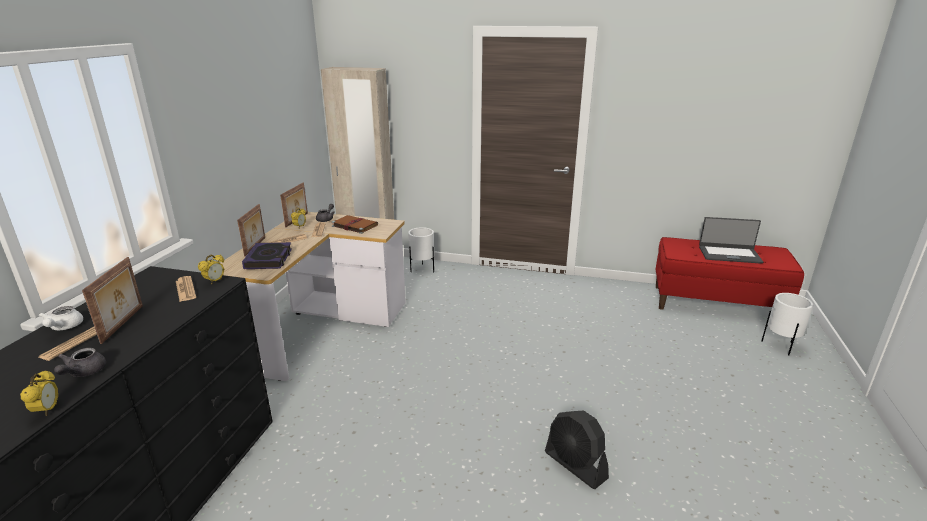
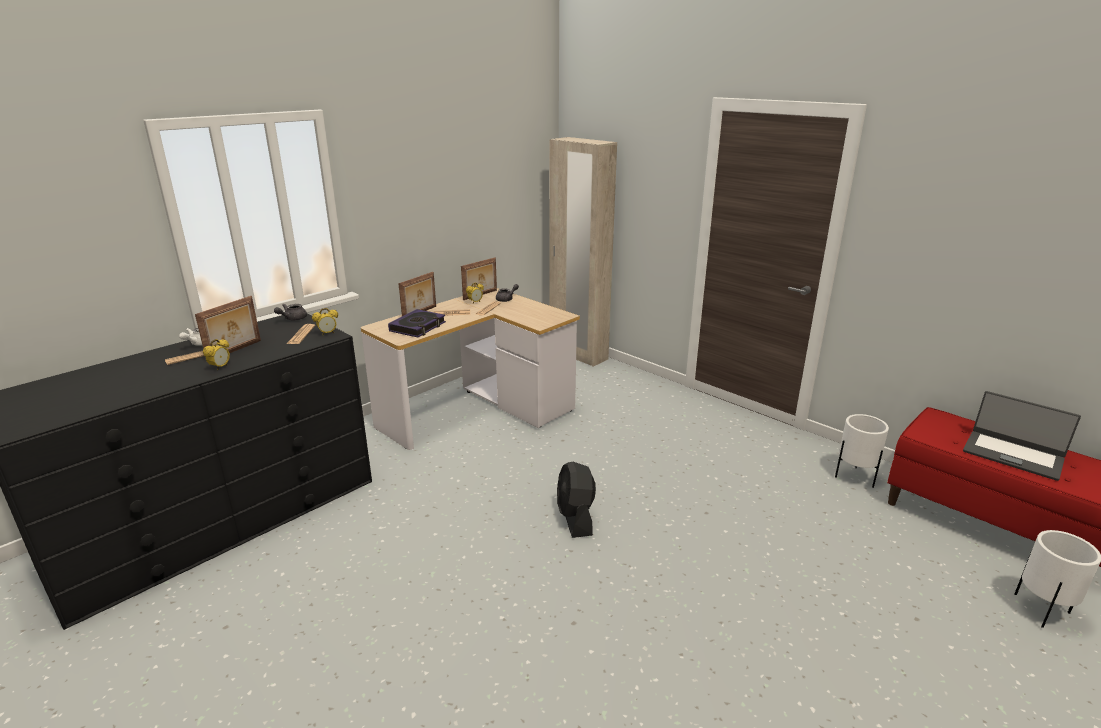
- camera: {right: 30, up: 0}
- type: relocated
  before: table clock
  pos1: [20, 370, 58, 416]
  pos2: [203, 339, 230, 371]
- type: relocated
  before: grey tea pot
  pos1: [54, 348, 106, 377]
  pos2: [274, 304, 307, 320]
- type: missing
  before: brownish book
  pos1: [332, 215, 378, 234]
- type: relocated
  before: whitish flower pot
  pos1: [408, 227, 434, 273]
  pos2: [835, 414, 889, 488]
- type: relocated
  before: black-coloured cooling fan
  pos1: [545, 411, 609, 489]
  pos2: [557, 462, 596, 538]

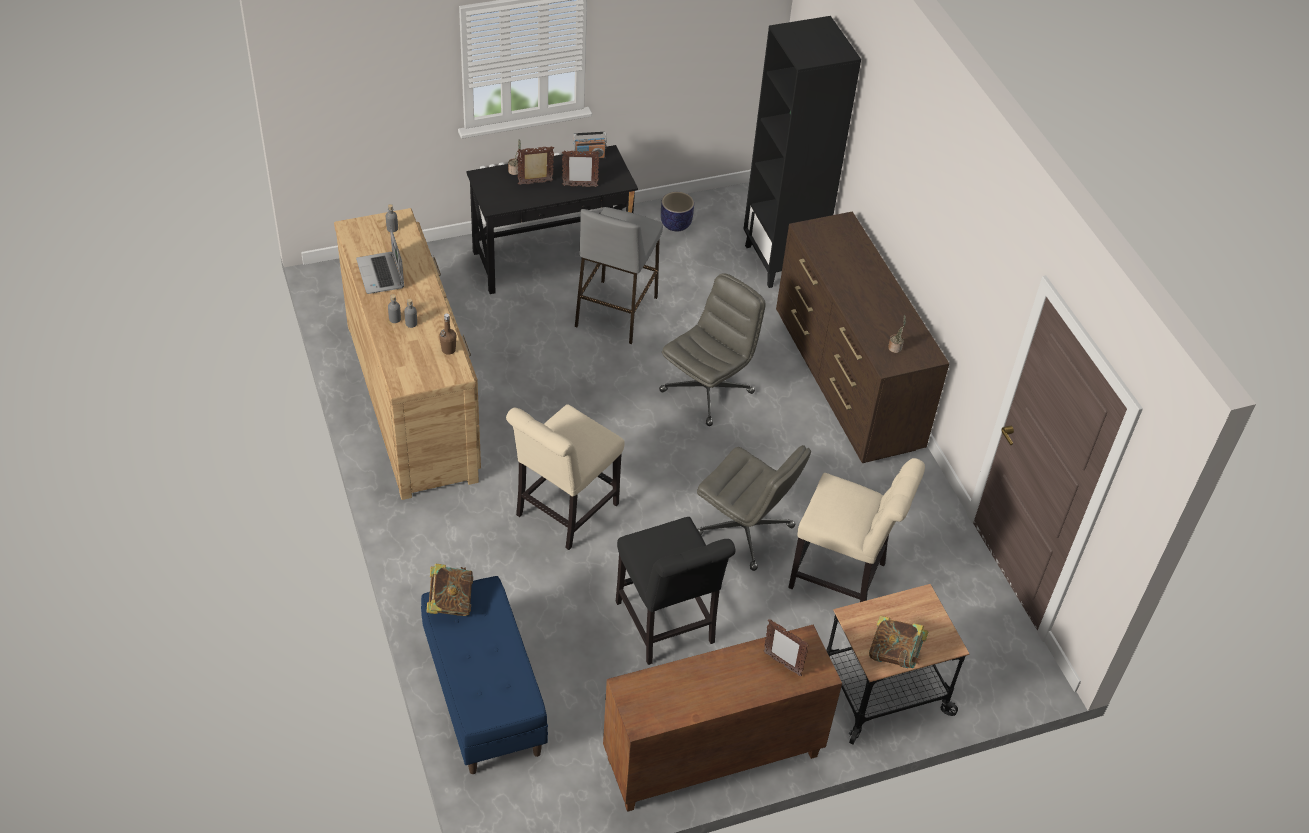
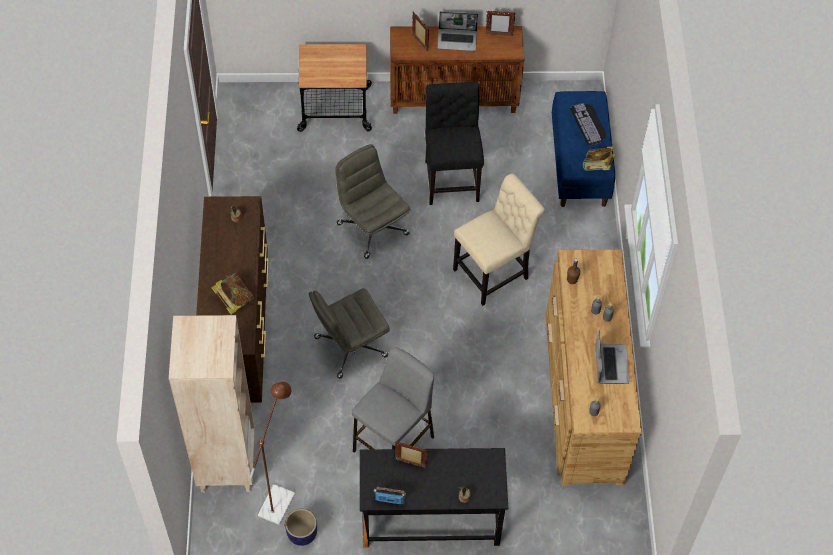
- camera: {right: -160, up: 10}
- type: relocated
  before: standing frame
  pos1: [517, 146, 554, 185]
  pos2: [486, 10, 516, 36]
- type: colour
  before: black-coloured bookshelf
  after: beige bookshelf
  pos1: [743, 16, 861, 288]
  pos2: [169, 315, 255, 493]
- type: missing
  before: beige chair
  pos1: [788, 458, 925, 602]
- type: relocated
  before: book
  pos1: [869, 616, 929, 668]
  pos2: [211, 273, 254, 315]
- type: appeared
  after: brownish floor lamp
  pos2: [250, 382, 295, 525]
- type: appeared
  after: notebook computer
  pos2: [437, 11, 478, 51]
- type: appeared
  after: keyboard
  pos2: [570, 103, 606, 145]

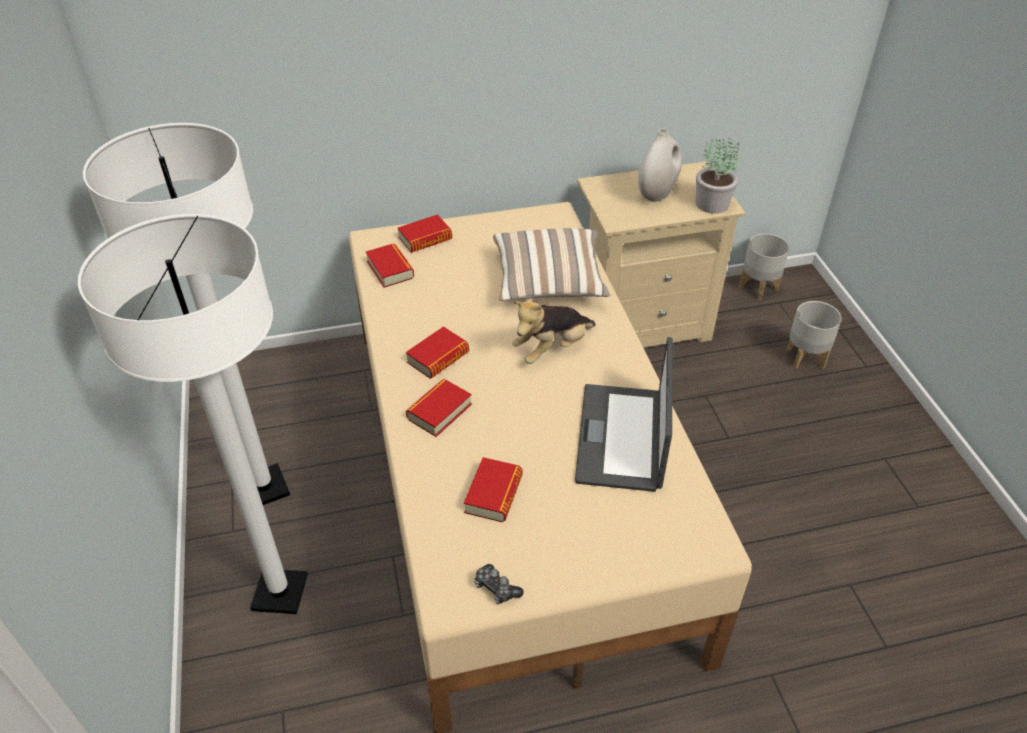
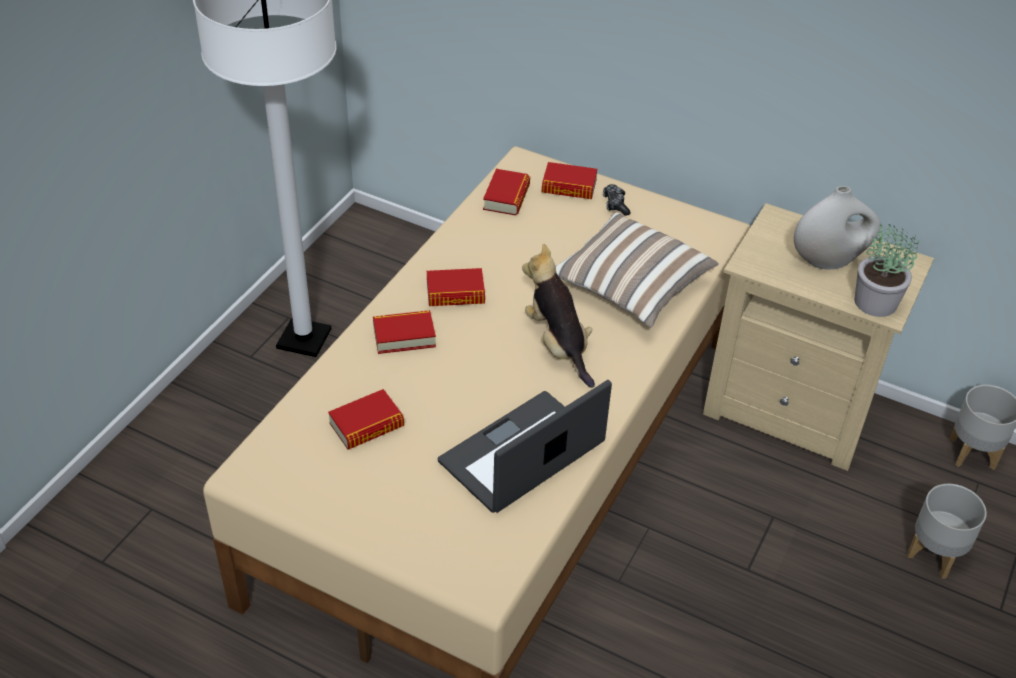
- camera: {right: 40, up: 0}
- type: missing
  before: whitish floor lamp
  pos1: [78, 214, 308, 614]
- type: relocated
  before: joypad
  pos1: [474, 564, 524, 604]
  pos2: [603, 184, 631, 216]
- type: spun
  before: cuddly toy
  pos1: [512, 301, 596, 364]
  pos2: [522, 244, 595, 388]
  turn: 60

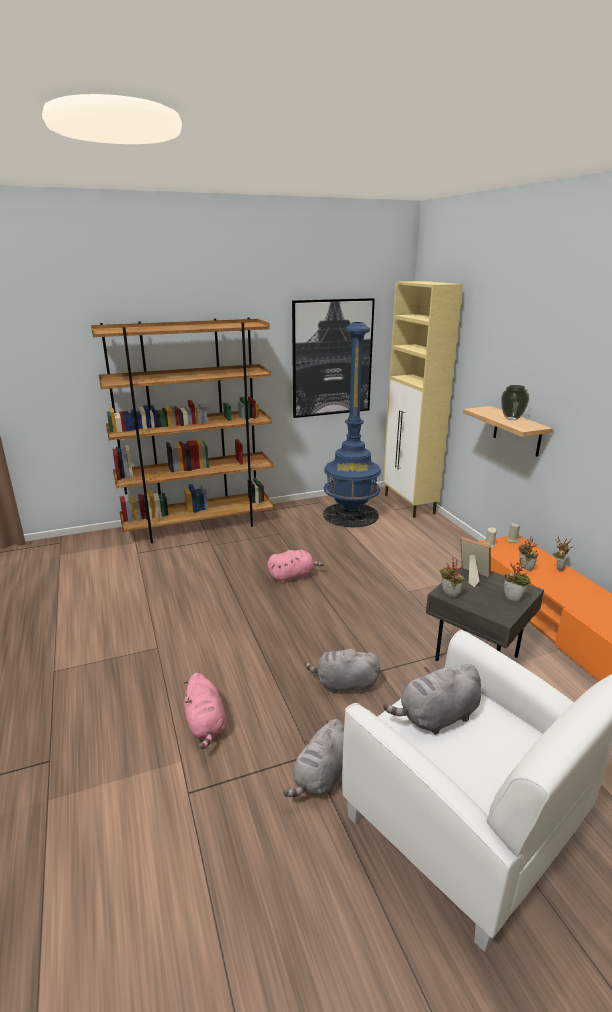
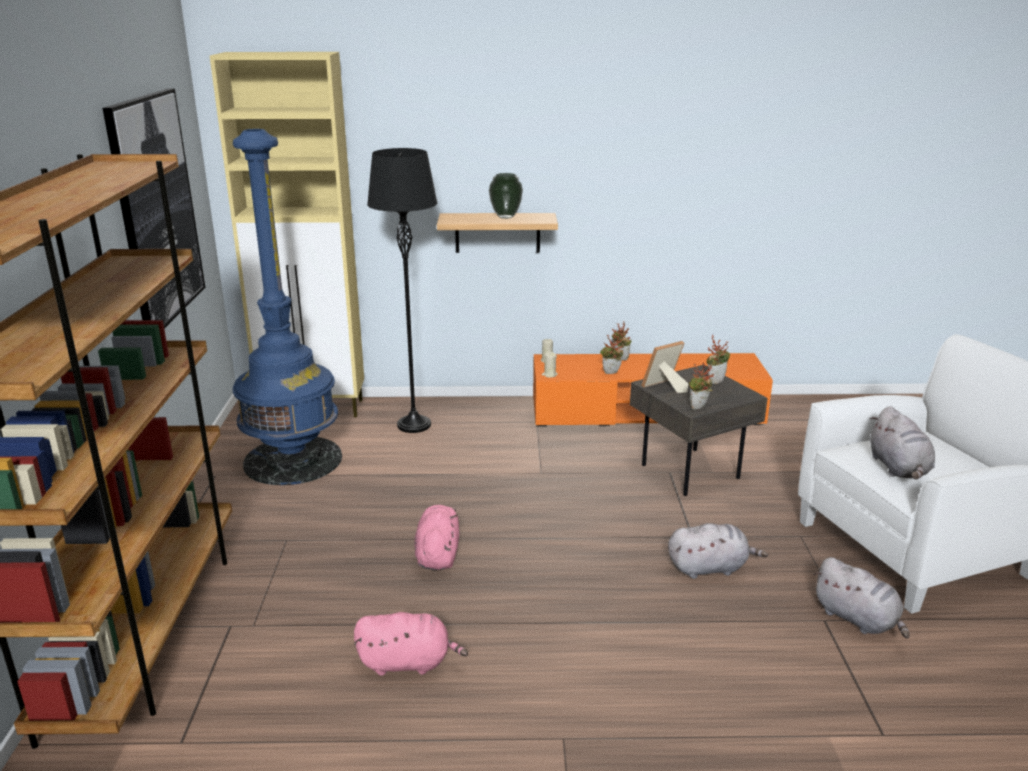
- camera: {right: -70, up: 0}
- type: relocated
  before: pinkish cuddly toy
  pos1: [183, 673, 227, 749]
  pos2: [354, 612, 468, 676]
- type: spun
  before: grey cuddly toy
  pos1: [305, 646, 380, 694]
  pos2: [668, 523, 768, 579]
  turn: -120
- type: appeared
  after: black-coloured floor lamp
  pos2: [367, 148, 437, 433]

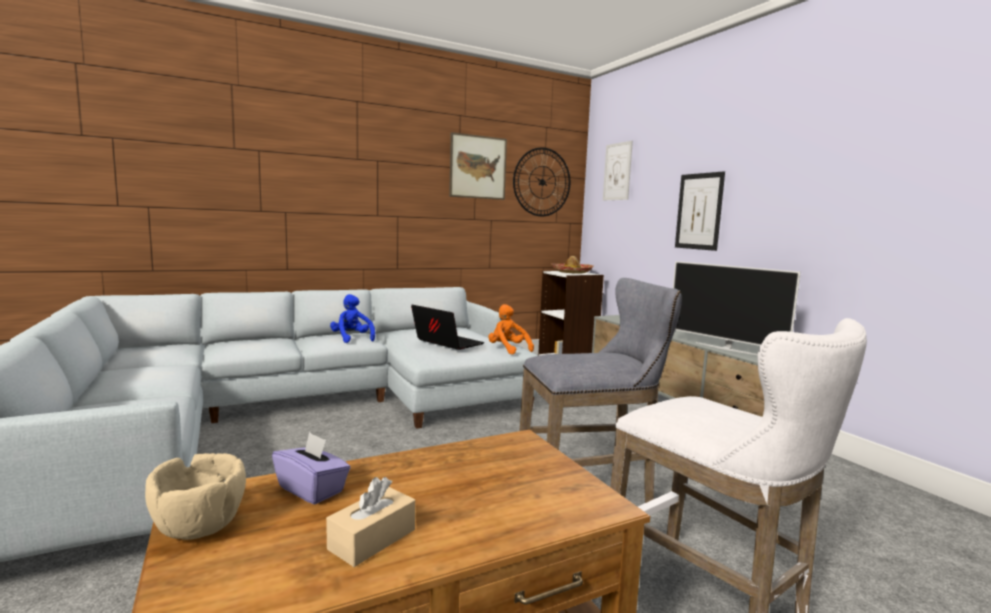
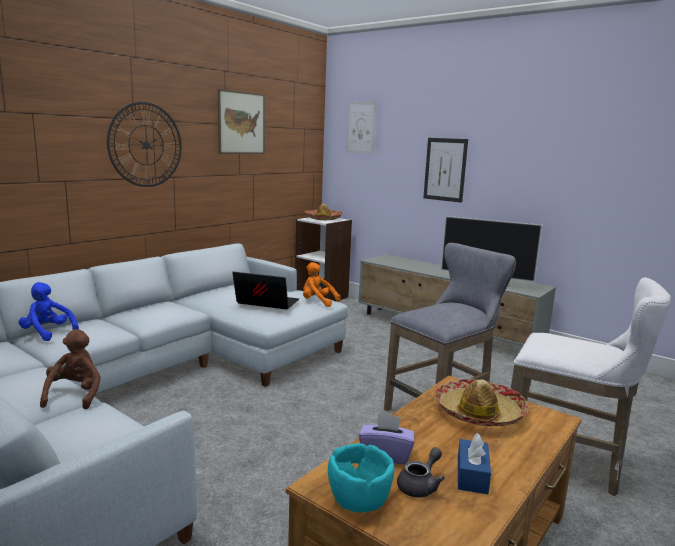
- camera: {right: -25, up: 5}
- type: colour
  before: beige bowl
  after: turquoise bowl
  pos1: [145, 453, 246, 540]
  pos2: [328, 443, 395, 513]
- type: colour
  before: beige box of tissues
  after: blue box of tissues
  pos1: [326, 477, 415, 567]
  pos2: [458, 433, 491, 494]
- type: relocated
  before: blue cuddly toy
  pos1: [330, 294, 375, 343]
  pos2: [18, 282, 79, 341]
- type: relocated
  before: hanging clock
  pos1: [513, 147, 570, 216]
  pos2: [107, 102, 182, 187]
- type: appeared
  after: brownish cuddly toy
  pos2: [40, 329, 101, 409]
- type: appeared
  after: grey tea pot
  pos2: [397, 447, 445, 498]
- type: appeared
  after: hat
  pos2: [435, 379, 528, 426]

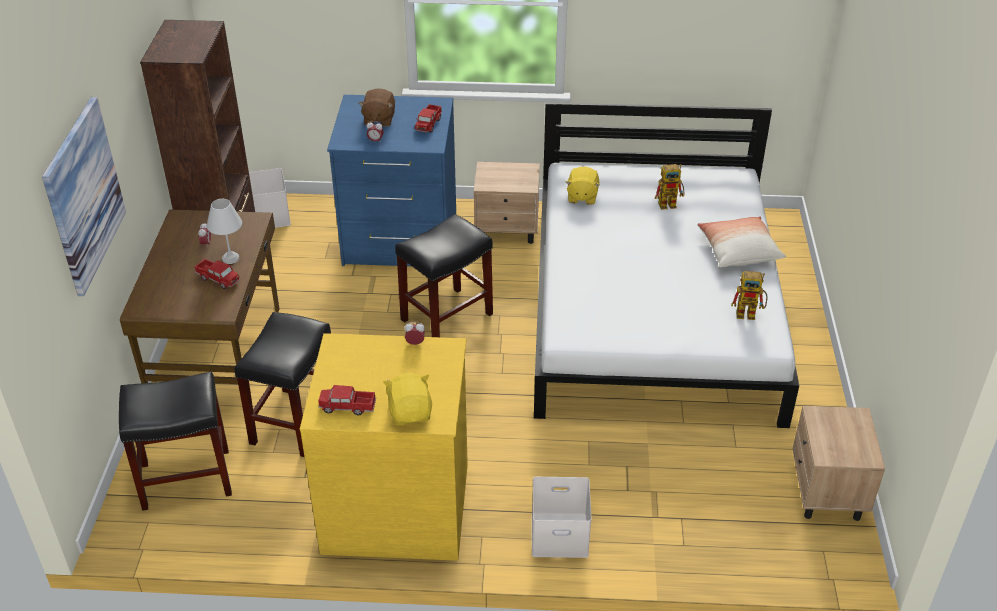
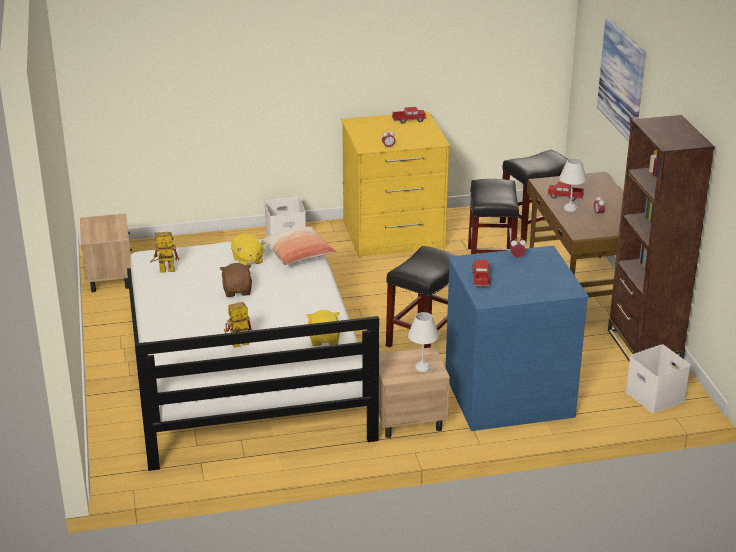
- camera: {right: 165, up: -10}
- type: relocated
  before: brownish cuddly toy
  pos1: [359, 88, 395, 127]
  pos2: [220, 263, 252, 297]
- type: relocated
  before: yellow cuddly toy
  pos1: [383, 373, 432, 425]
  pos2: [231, 233, 265, 265]
- type: relocated
  before: pillow
  pos1: [697, 216, 786, 267]
  pos2: [261, 227, 336, 265]
- type: appeared
  after: whitish tabletop lamp
  pos2: [408, 312, 439, 372]

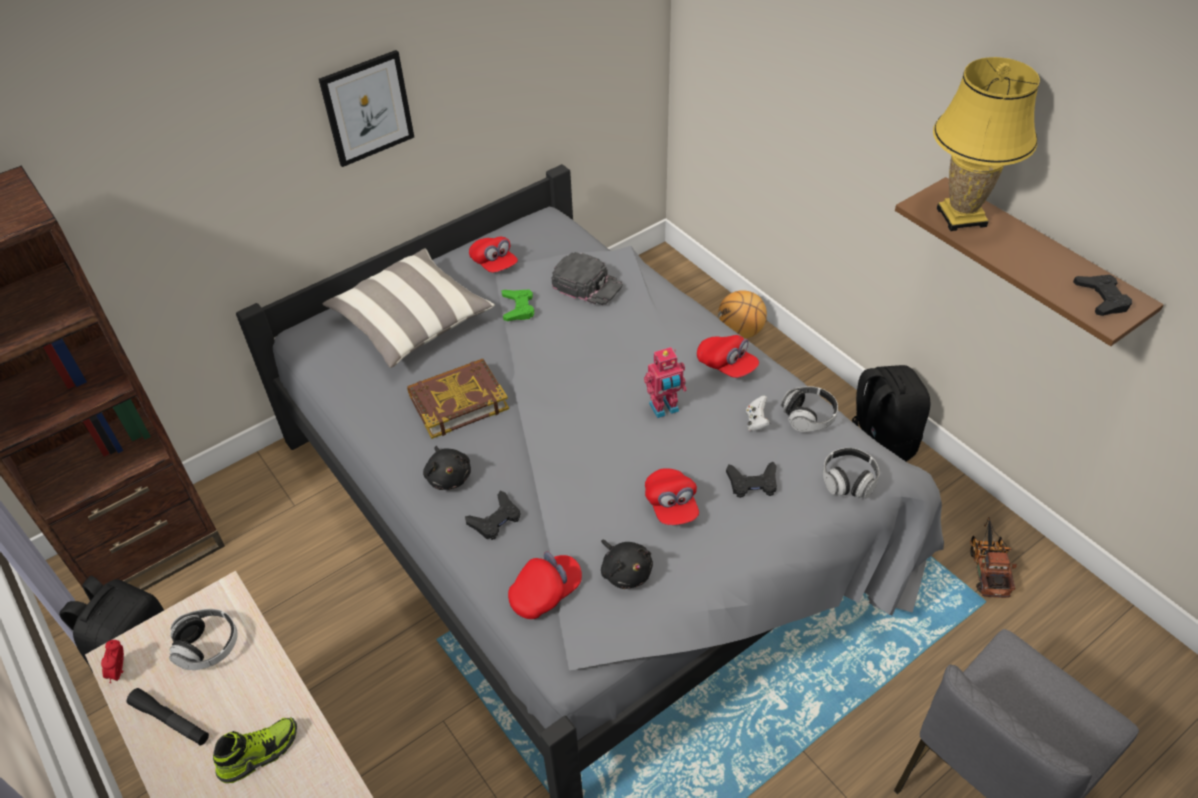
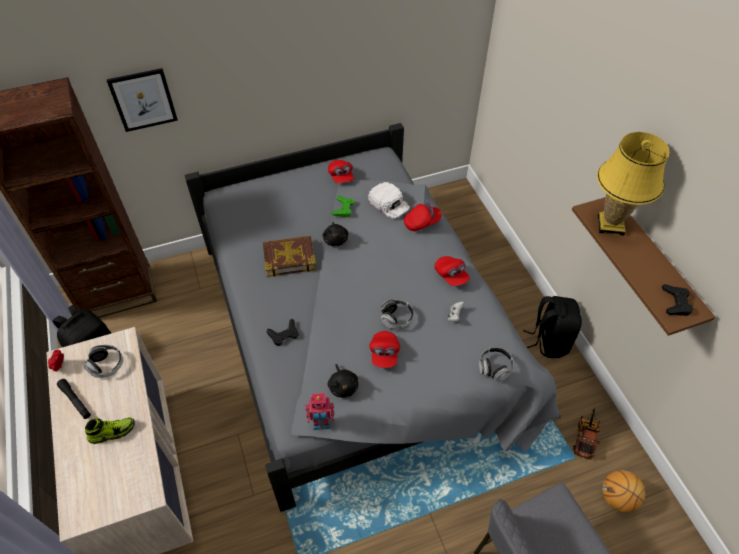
- camera: {right: 15, up: 5}
- type: relocated
  before: wall picture
  pos1: [319, 50, 414, 167]
  pos2: [106, 68, 178, 132]
- type: missing
  before: pillow
  pos1: [322, 248, 495, 368]
- type: relocated
  before: black-coloured cuddly toy
  pos1: [423, 446, 471, 490]
  pos2: [322, 222, 348, 246]
- type: relocated
  before: reddish peaked cap
  pos1: [508, 551, 582, 619]
  pos2: [404, 201, 442, 231]
- type: colour
  before: black-coloured peaked cap
  after: whitish peaked cap
  pos1: [551, 252, 623, 305]
  pos2: [368, 182, 410, 219]
- type: relocated
  before: model robot
  pos1: [644, 347, 687, 418]
  pos2: [305, 393, 334, 430]
- type: relocated
  before: ball for basketball
  pos1: [718, 290, 767, 339]
  pos2: [602, 470, 645, 512]
- type: missing
  before: black-coloured joypad
  pos1: [726, 462, 777, 498]
- type: relocated
  before: pair of headphones
  pos1: [781, 386, 838, 432]
  pos2: [380, 300, 414, 329]

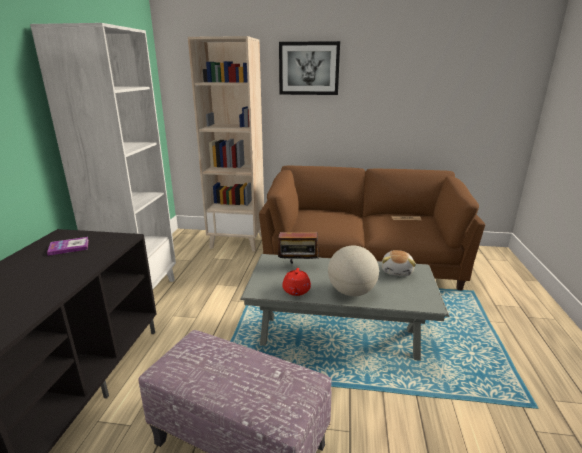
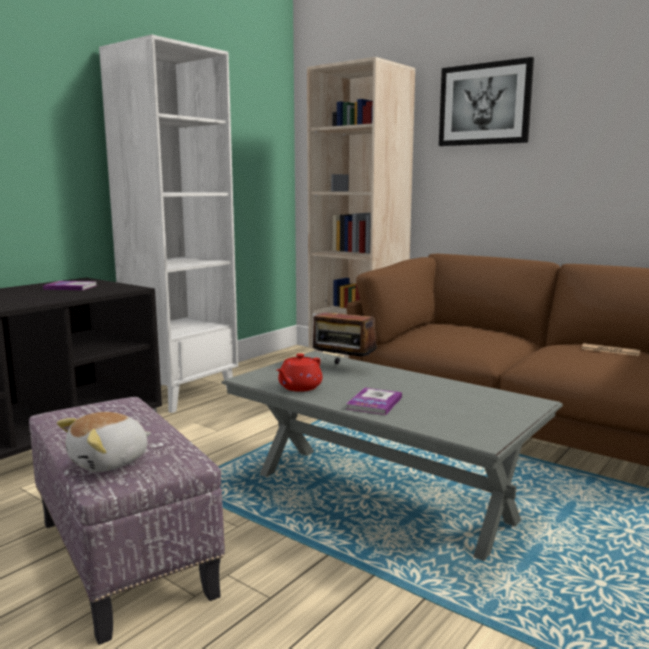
- camera: {right: 30, up: -10}
- type: exchanged
  before: globe
  after: book
  pos1: [328, 246, 379, 296]
  pos2: [346, 388, 402, 415]
- type: relocated
  before: cuddly toy
  pos1: [382, 250, 416, 276]
  pos2: [57, 412, 151, 472]

